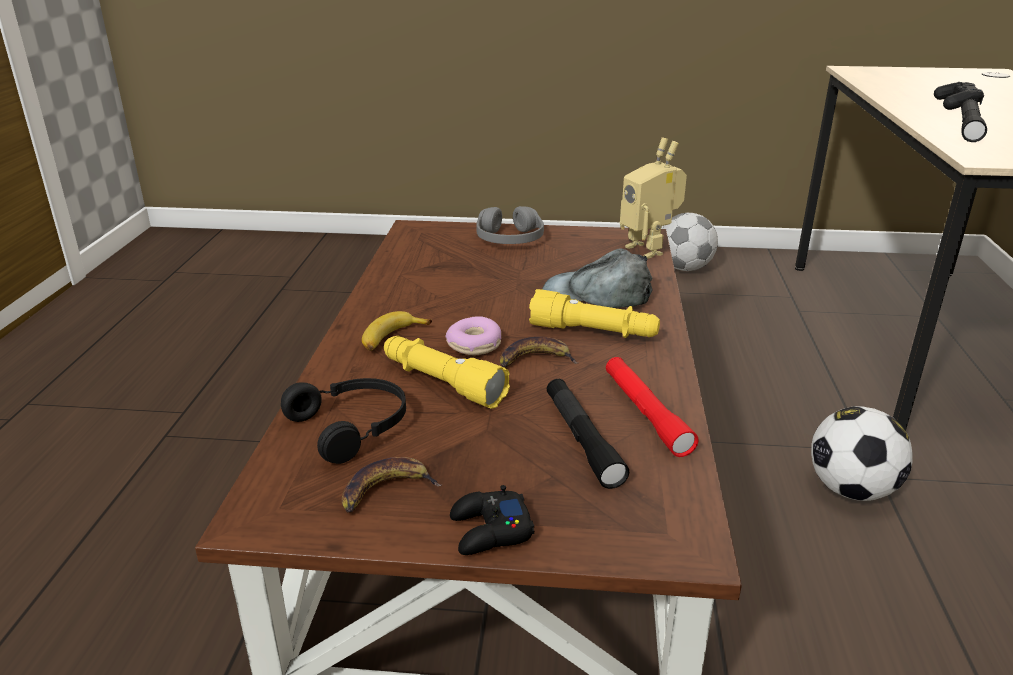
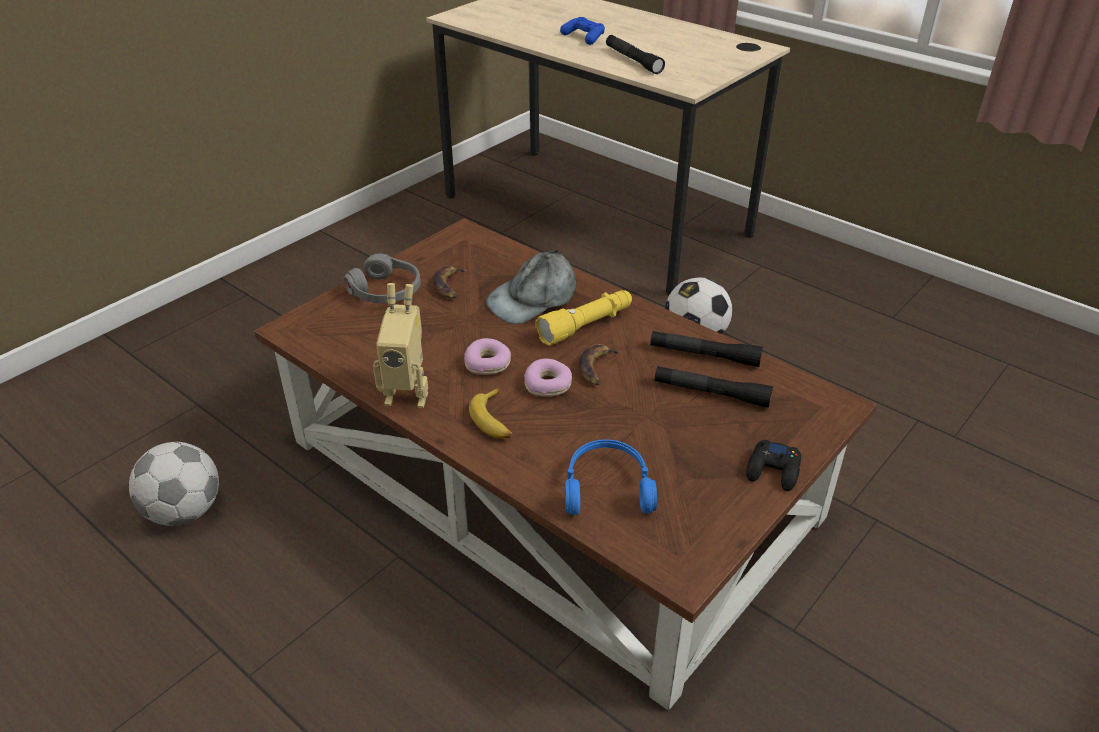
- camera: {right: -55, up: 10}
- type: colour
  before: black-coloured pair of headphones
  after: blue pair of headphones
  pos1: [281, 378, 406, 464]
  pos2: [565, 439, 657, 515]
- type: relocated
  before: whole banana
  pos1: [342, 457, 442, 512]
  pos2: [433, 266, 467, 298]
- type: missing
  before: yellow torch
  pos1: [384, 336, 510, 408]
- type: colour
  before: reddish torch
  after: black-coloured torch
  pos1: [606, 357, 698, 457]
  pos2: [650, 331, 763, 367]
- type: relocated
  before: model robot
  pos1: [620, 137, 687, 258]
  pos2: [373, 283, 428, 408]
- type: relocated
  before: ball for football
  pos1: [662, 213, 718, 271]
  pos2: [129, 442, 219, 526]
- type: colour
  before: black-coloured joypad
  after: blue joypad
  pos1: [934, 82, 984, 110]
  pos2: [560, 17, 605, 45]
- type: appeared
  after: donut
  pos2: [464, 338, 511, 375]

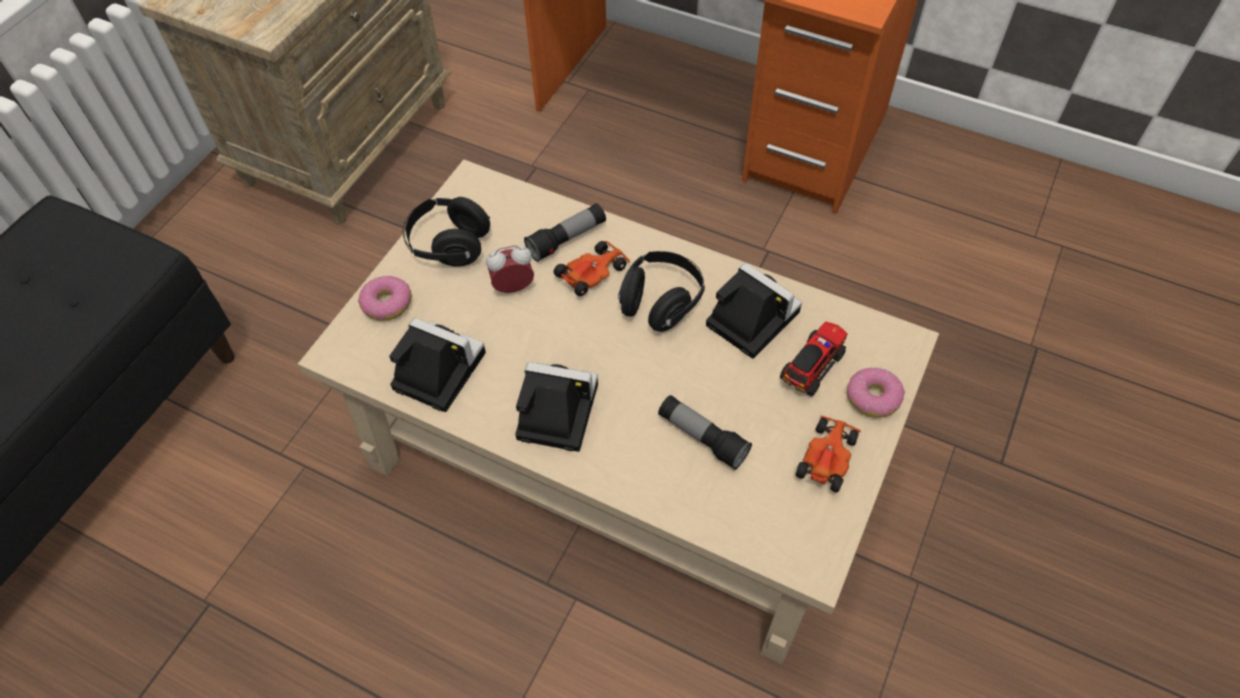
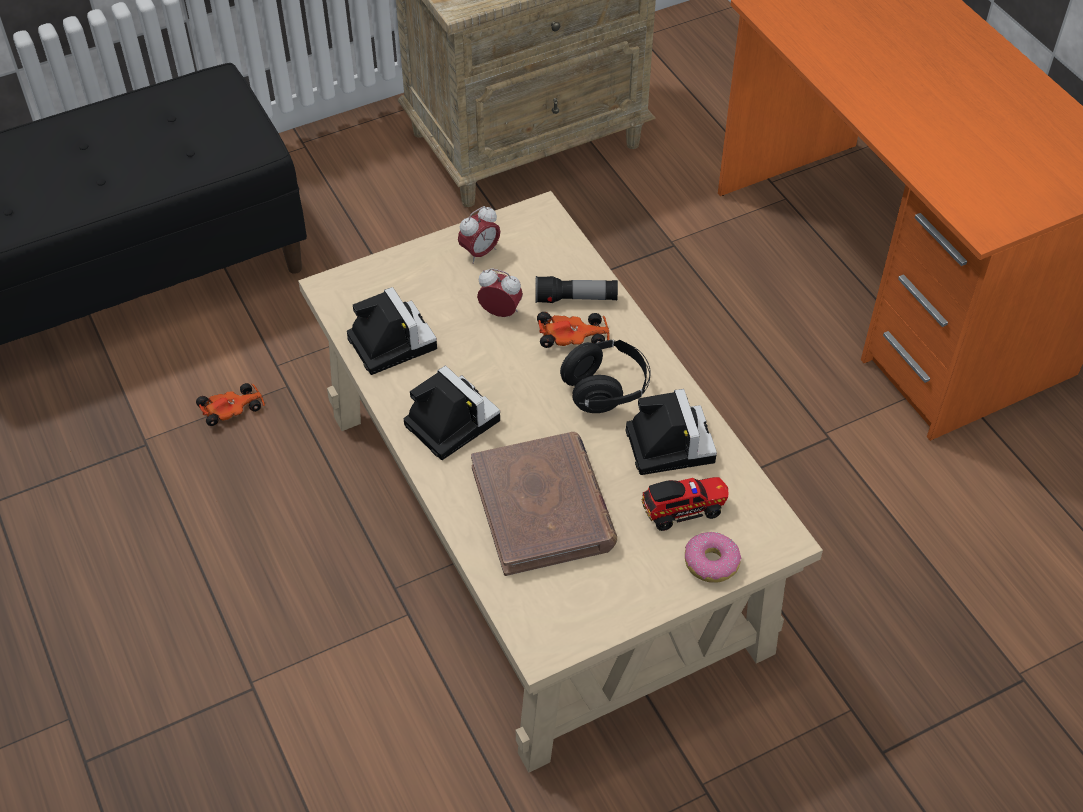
- camera: {right: 35, up: -5}
- type: missing
  before: donut
  pos1: [358, 276, 412, 321]
- type: exchanged
  before: black-coloured pair of headphones
  after: table clock
  pos1: [403, 197, 490, 267]
  pos2: [458, 206, 501, 264]
- type: exchanged
  before: torch
  after: brownish book
  pos1: [658, 395, 752, 470]
  pos2: [471, 432, 617, 576]
- type: relocated
  before: model car
  pos1: [796, 415, 861, 492]
  pos2: [196, 383, 265, 426]

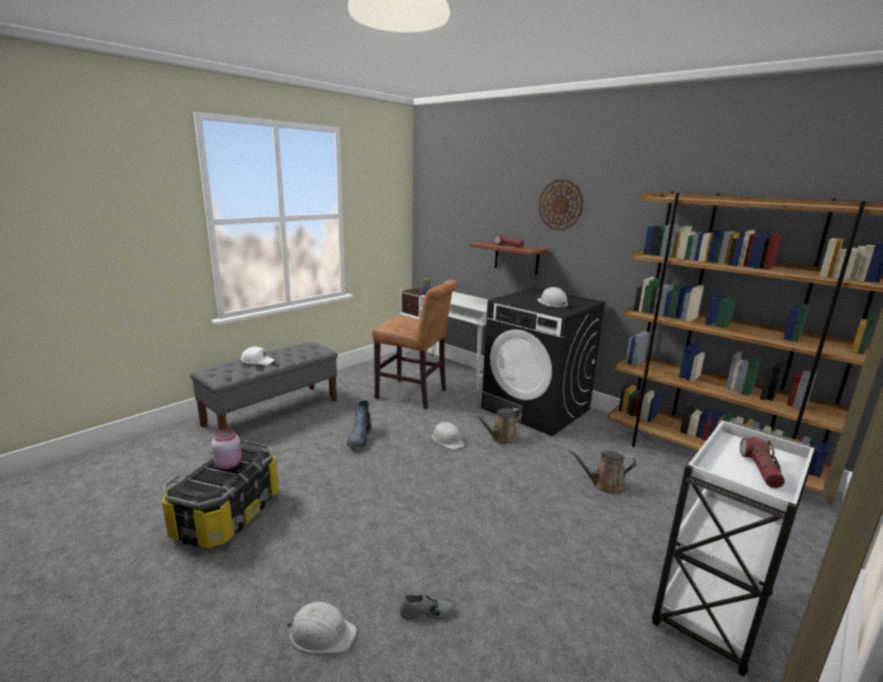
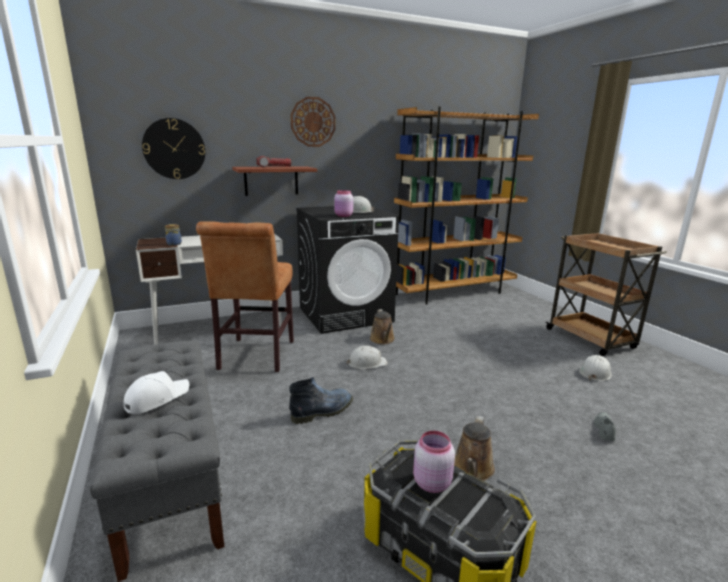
- camera: {right: -65, up: 0}
- type: relocated
  before: whitish hard hat
  pos1: [286, 602, 357, 654]
  pos2: [579, 355, 612, 381]
- type: spun
  before: boot
  pos1: [347, 401, 371, 448]
  pos2: [289, 377, 353, 424]
  turn: -60
- type: spun
  before: brownish chair
  pos1: [372, 280, 458, 409]
  pos2: [196, 221, 294, 372]
  turn: 135
- type: relocated
  before: brownish watering can
  pos1: [569, 450, 636, 494]
  pos2: [454, 416, 495, 481]
- type: colour
  before: whitish trolley
  after: brownish trolley
  pos1: [652, 419, 817, 677]
  pos2: [546, 233, 667, 356]
- type: missing
  before: torch
  pos1: [740, 437, 785, 488]
- type: appeared
  after: hanging clock
  pos2: [142, 118, 205, 179]
- type: appeared
  after: pinkish jar
  pos2: [335, 190, 353, 217]

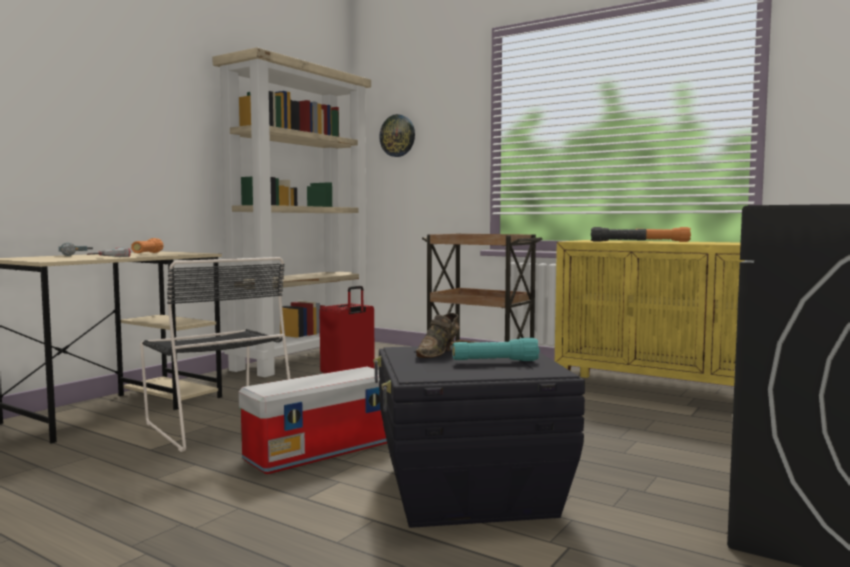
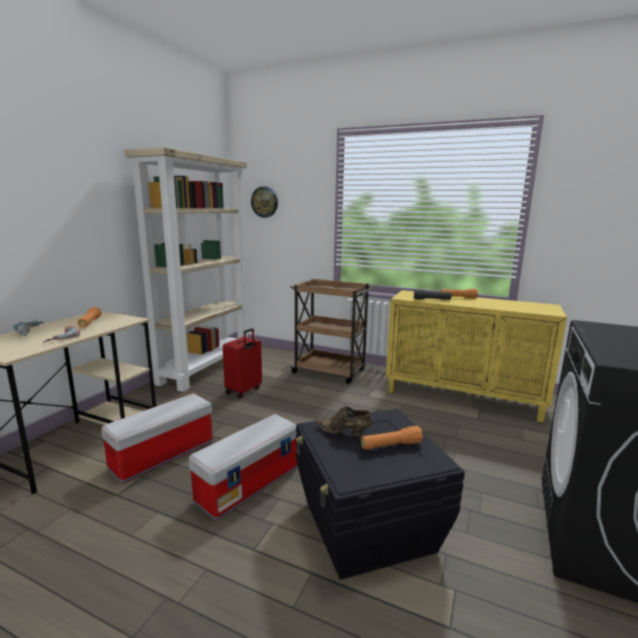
- camera: {right: -10, up: 10}
- type: exchanged
  before: black-coloured chair
  after: storage container
  pos1: [140, 257, 291, 452]
  pos2: [101, 393, 213, 483]
- type: spun
  before: brownish shoe
  pos1: [416, 313, 459, 358]
  pos2: [316, 406, 372, 437]
  turn: 90
- type: colour
  before: turquoise torch
  after: orange torch
  pos1: [452, 338, 540, 361]
  pos2: [361, 426, 423, 449]

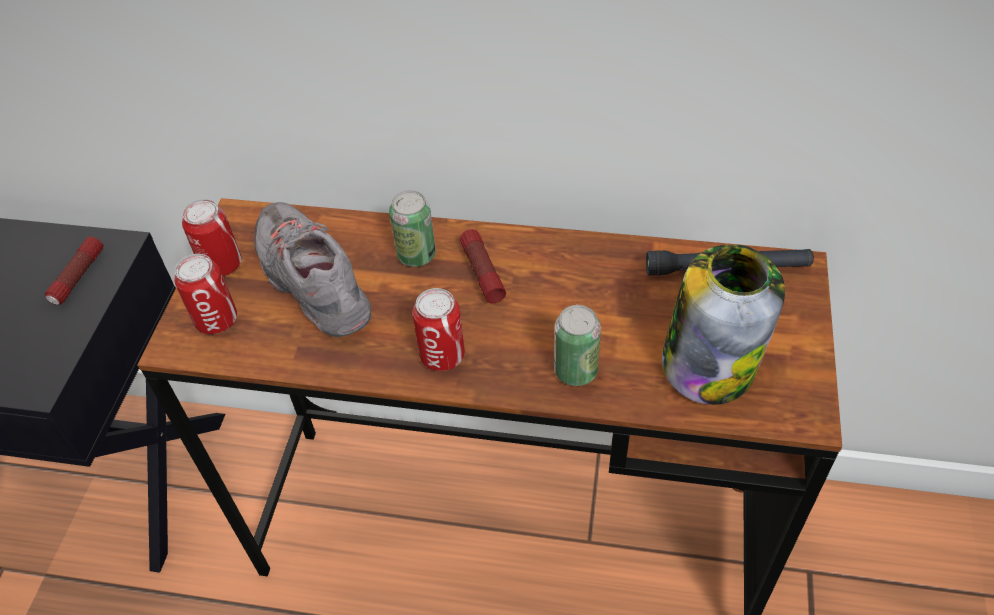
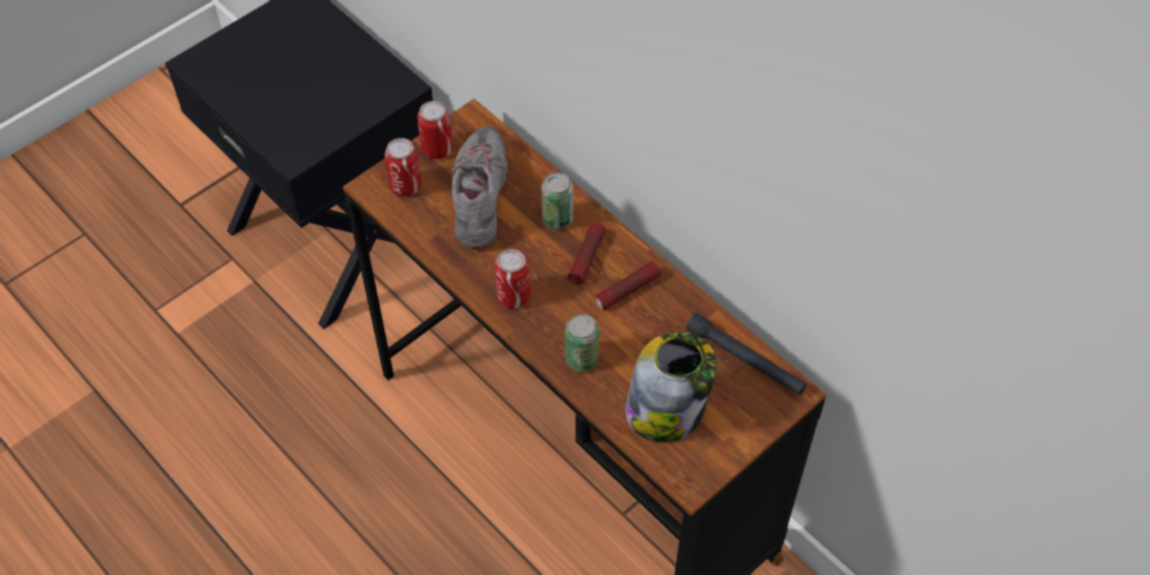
- camera: {right: 35, up: 5}
- type: relocated
  before: torch
  pos1: [45, 236, 104, 305]
  pos2: [595, 261, 661, 310]

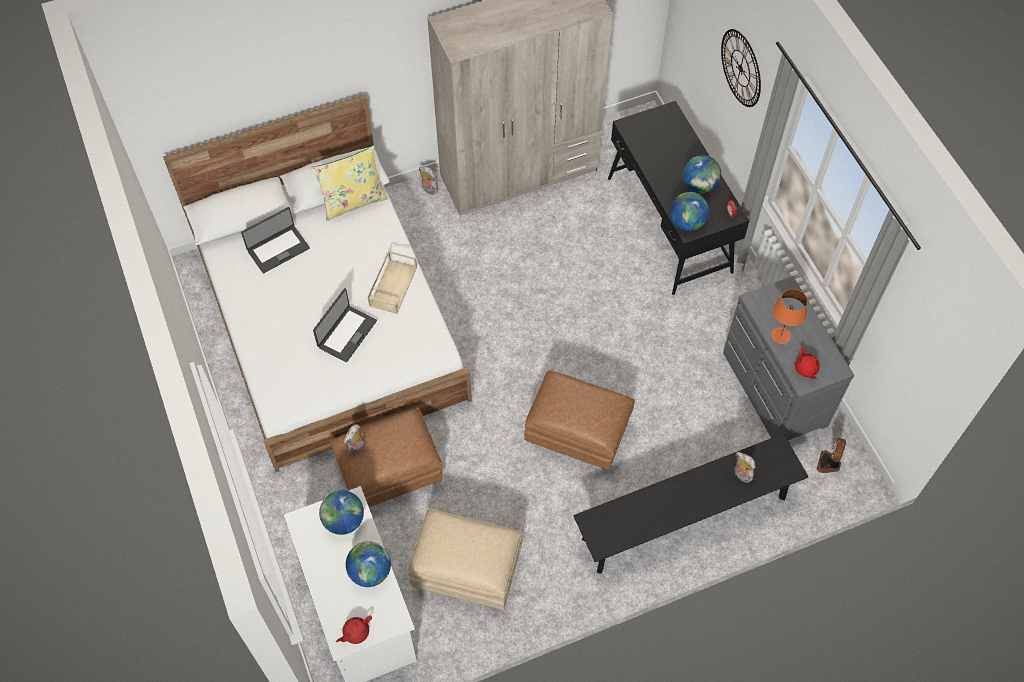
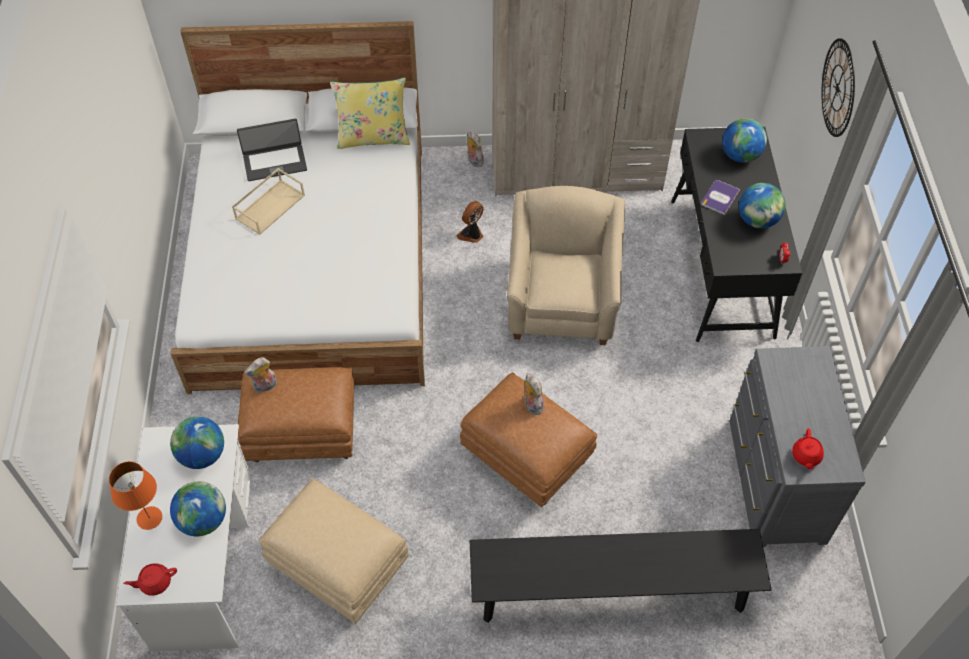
- camera: {right: 20, up: -5}
- type: missing
  before: notebook computer
  pos1: [313, 288, 377, 362]
- type: relocated
  before: beige carrying tray
  pos1: [367, 251, 417, 314]
  pos2: [232, 168, 305, 235]
- type: relocated
  before: globe
  pos1: [670, 192, 709, 231]
  pos2: [722, 118, 767, 163]
- type: relocated
  before: cuddly toy
  pos1: [734, 452, 755, 483]
  pos2: [523, 373, 544, 415]
- type: relocated
  before: orange tabletop lamp
  pos1: [771, 289, 807, 344]
  pos2: [109, 461, 162, 530]
- type: relocated
  before: cooling fan
  pos1: [817, 438, 846, 473]
  pos2: [456, 201, 483, 243]
- type: appeared
  after: beige lounge chair
  pos2: [506, 186, 625, 345]
- type: appeared
  after: book
  pos2: [701, 180, 740, 215]

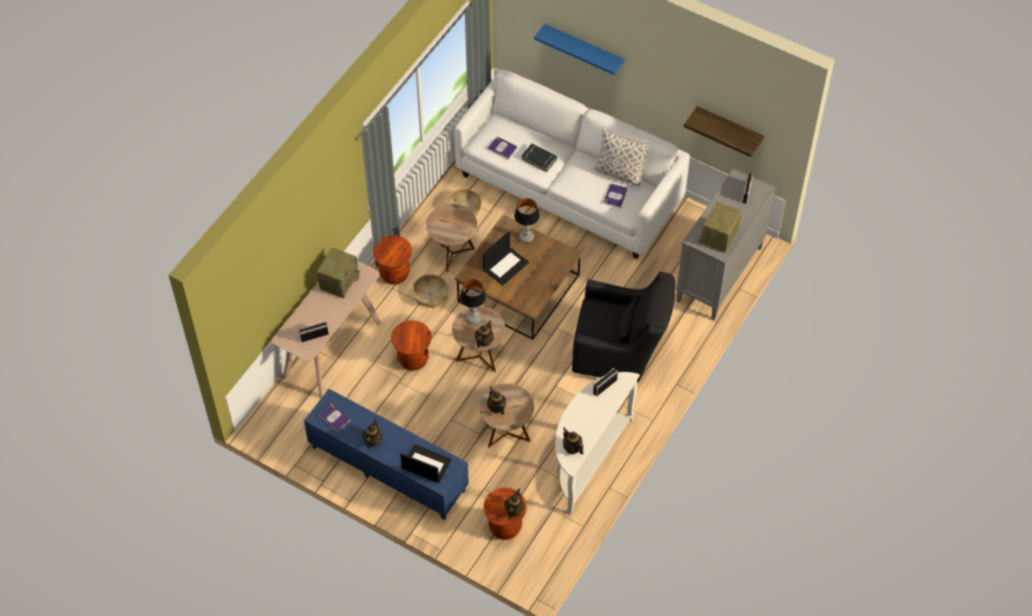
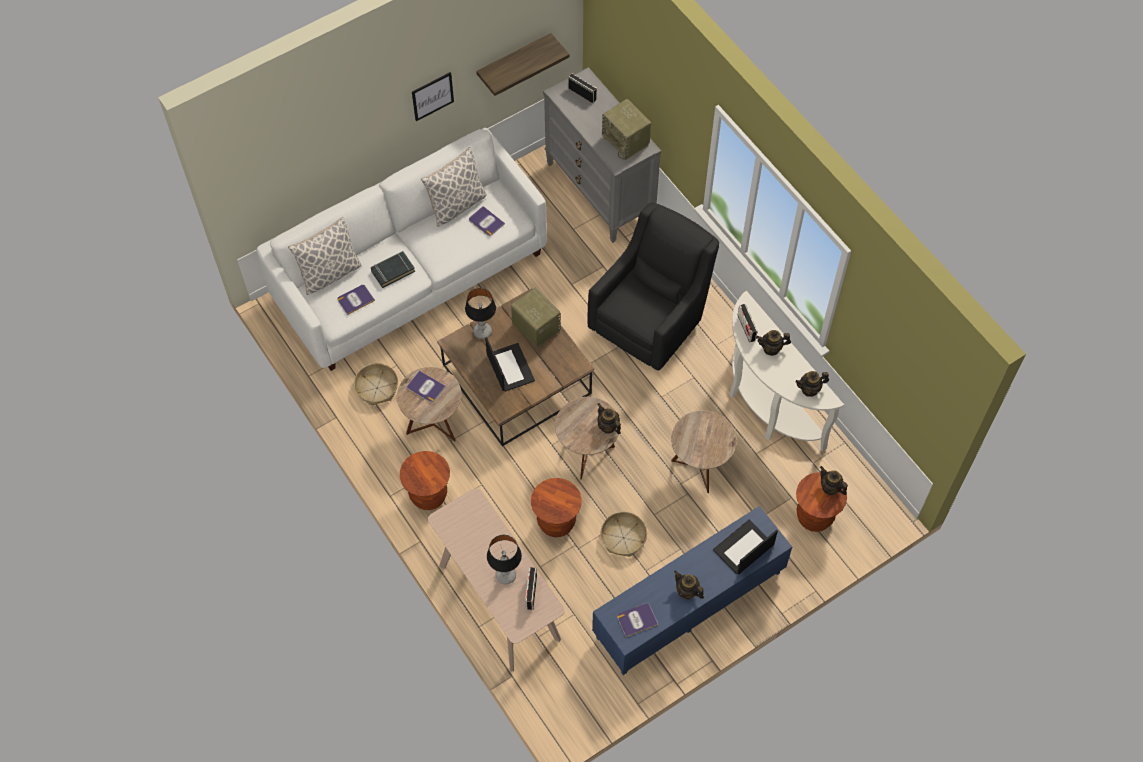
- camera: {right: -65, up: 5}
- type: relocated
  before: radio set
  pos1: [317, 248, 360, 298]
  pos2: [511, 288, 561, 348]
- type: relocated
  before: storage basket
  pos1: [412, 274, 449, 308]
  pos2: [601, 512, 647, 557]
- type: relocated
  before: tabletop lamp
  pos1: [460, 279, 486, 324]
  pos2: [487, 535, 522, 585]
- type: relocated
  before: tea pot
  pos1: [487, 386, 506, 415]
  pos2: [756, 330, 791, 356]
- type: missing
  before: blue bracket shelf
  pos1: [534, 24, 625, 75]
- type: appeared
  after: pillow
  pos2: [288, 217, 362, 295]
- type: appeared
  after: book
  pos2: [407, 370, 446, 403]
- type: appeared
  after: wall picture
  pos2: [412, 72, 454, 121]

